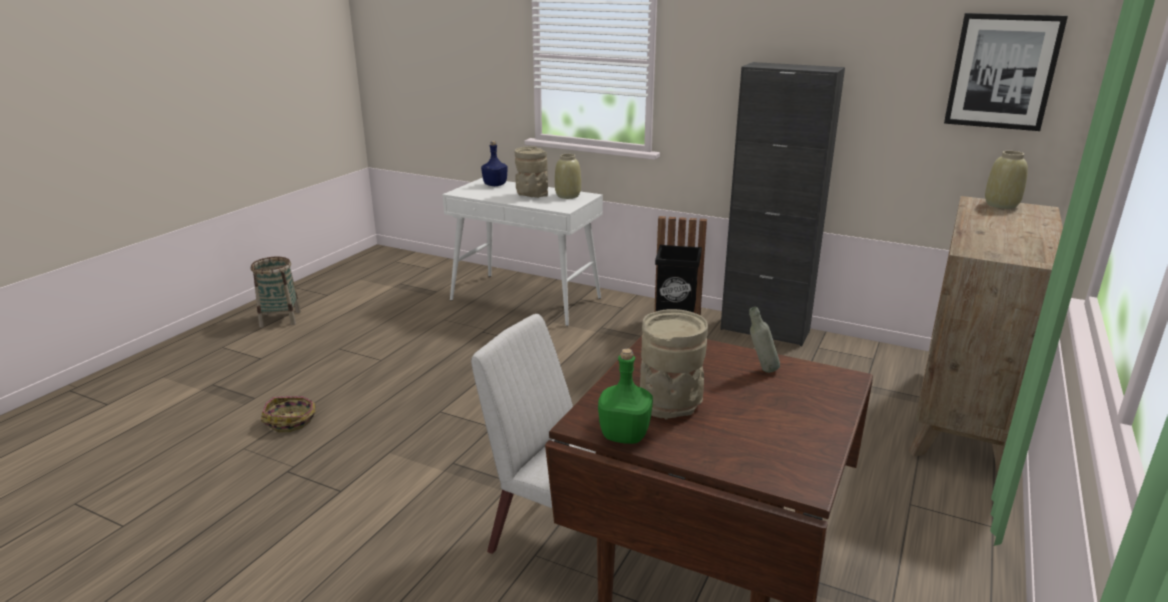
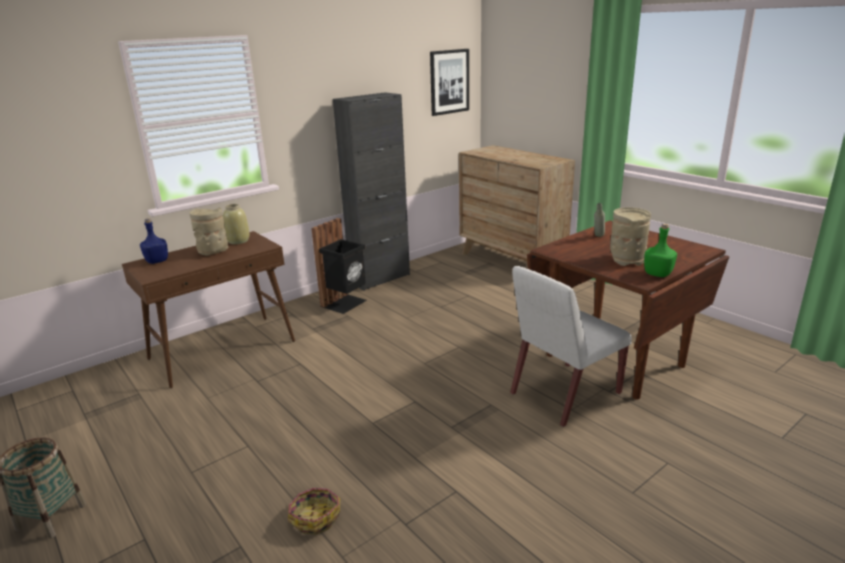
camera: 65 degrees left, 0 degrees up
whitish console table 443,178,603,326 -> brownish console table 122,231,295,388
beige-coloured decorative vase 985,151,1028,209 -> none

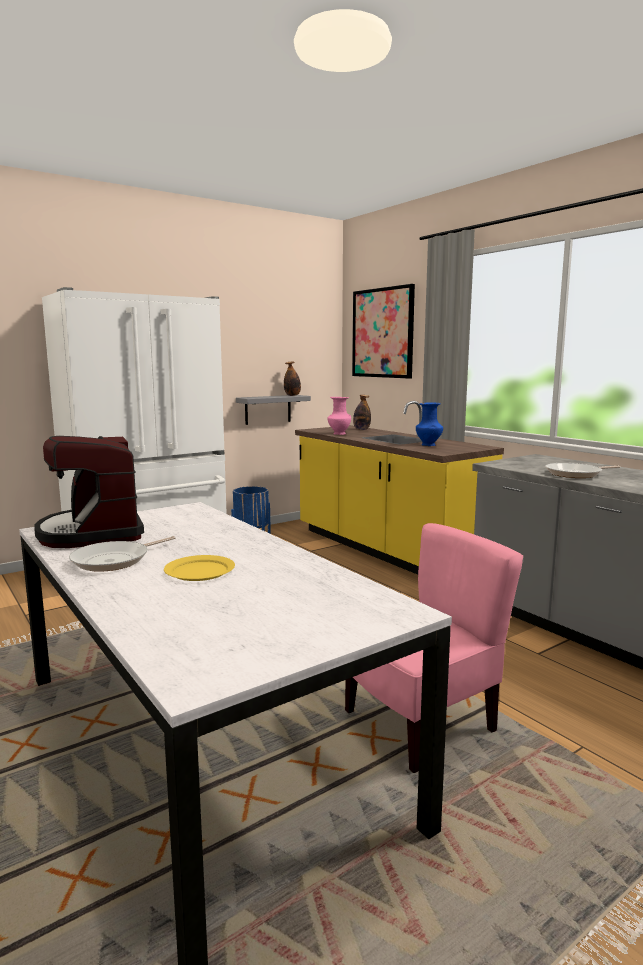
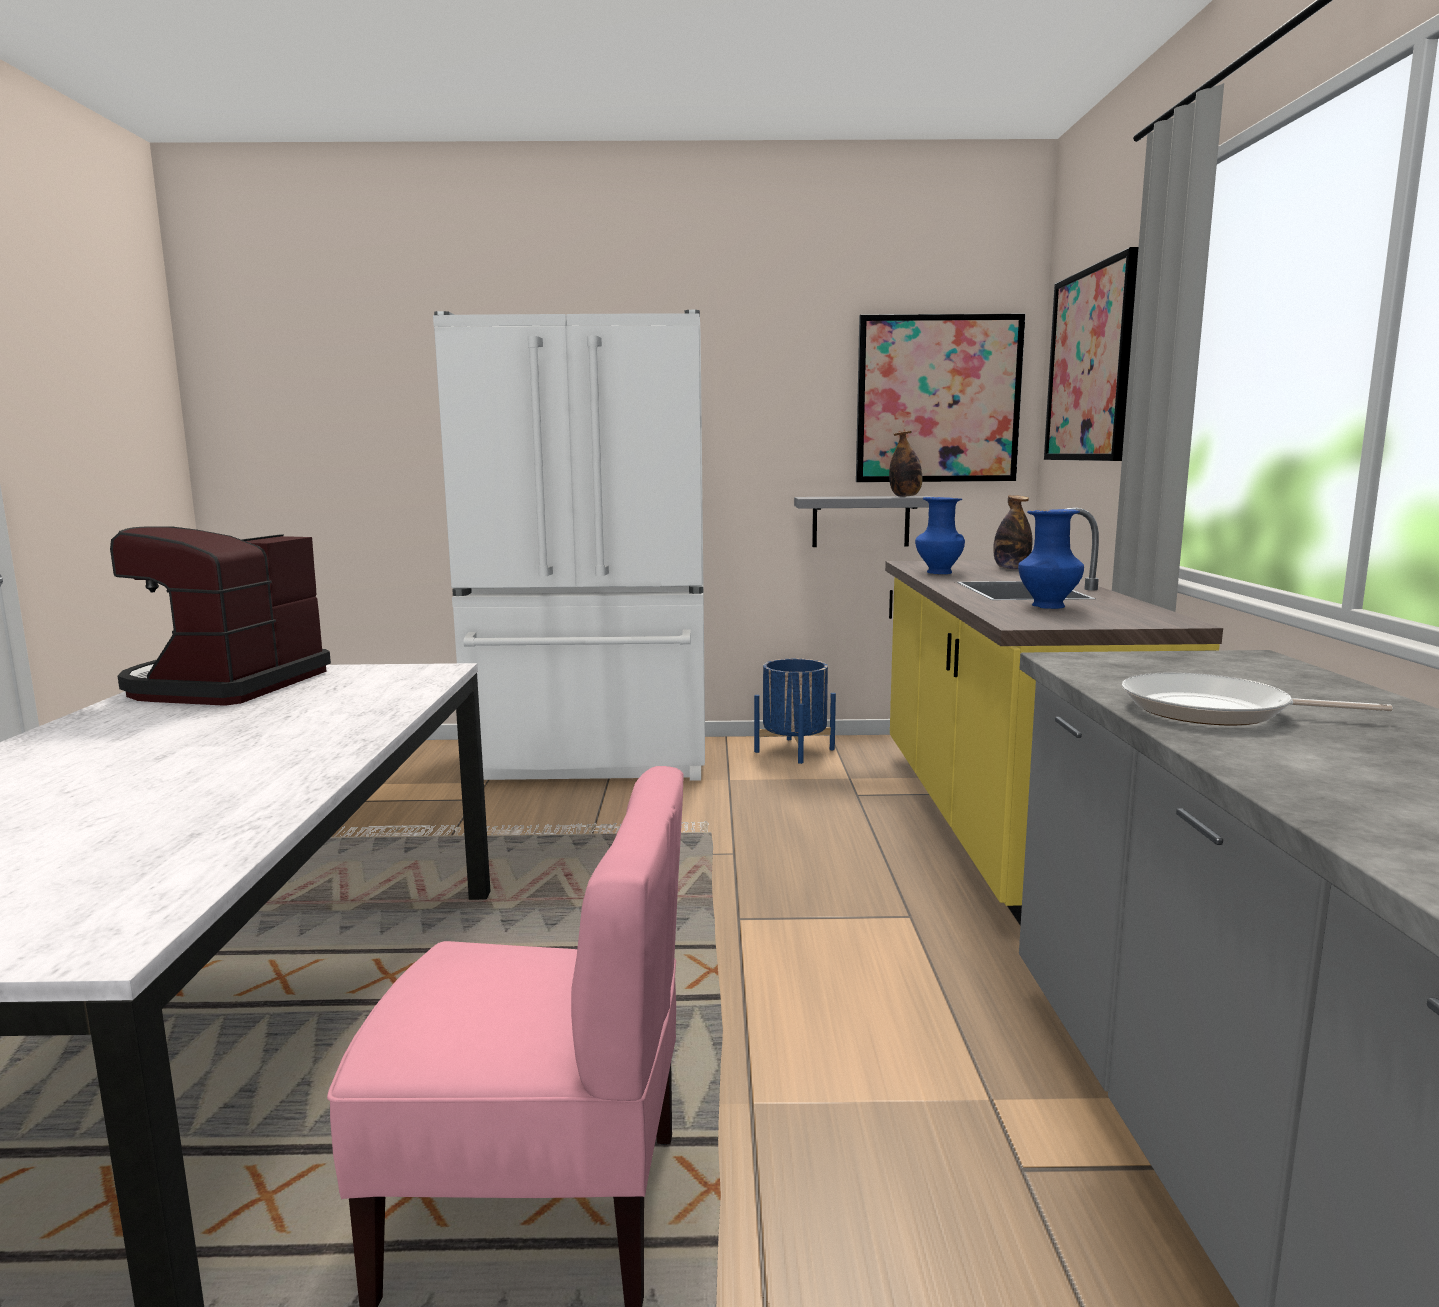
camera: 35 degrees right, 0 degrees up
skillet 69,536,176,572 -> none
yellow dinner plate 164,555,235,581 -> none
pink decorative vase 327,397,351,435 -> blue-coloured decorative vase 915,497,965,574
none -> wall art 856,313,1025,482

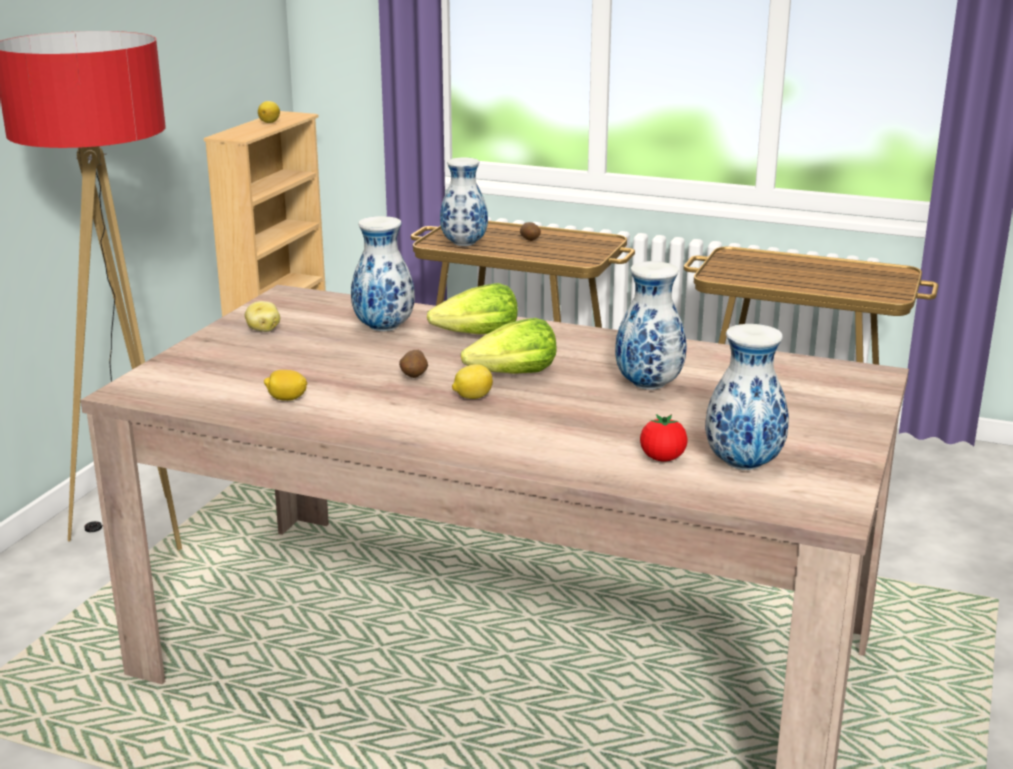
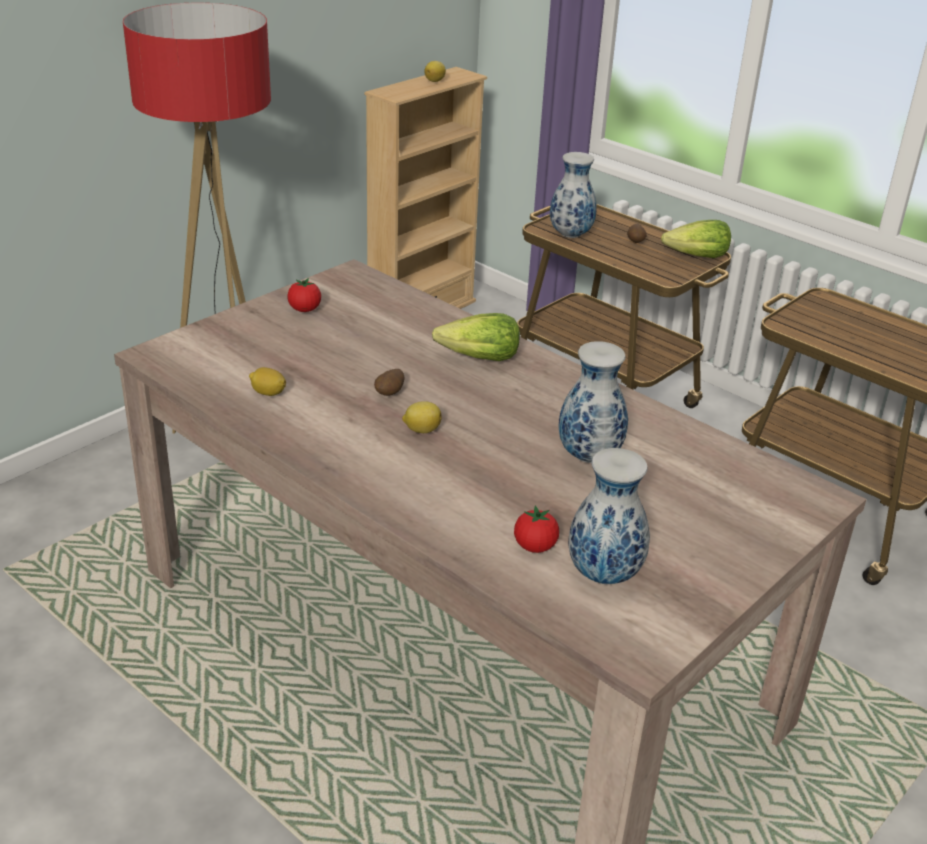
camera: 20 degrees right, 10 degrees up
potato 245,301,280,332 -> tomato 287,278,321,312
decorative vase 351,216,415,332 -> none
lettuce head 461,318,557,374 -> lettuce head 661,220,731,258, move

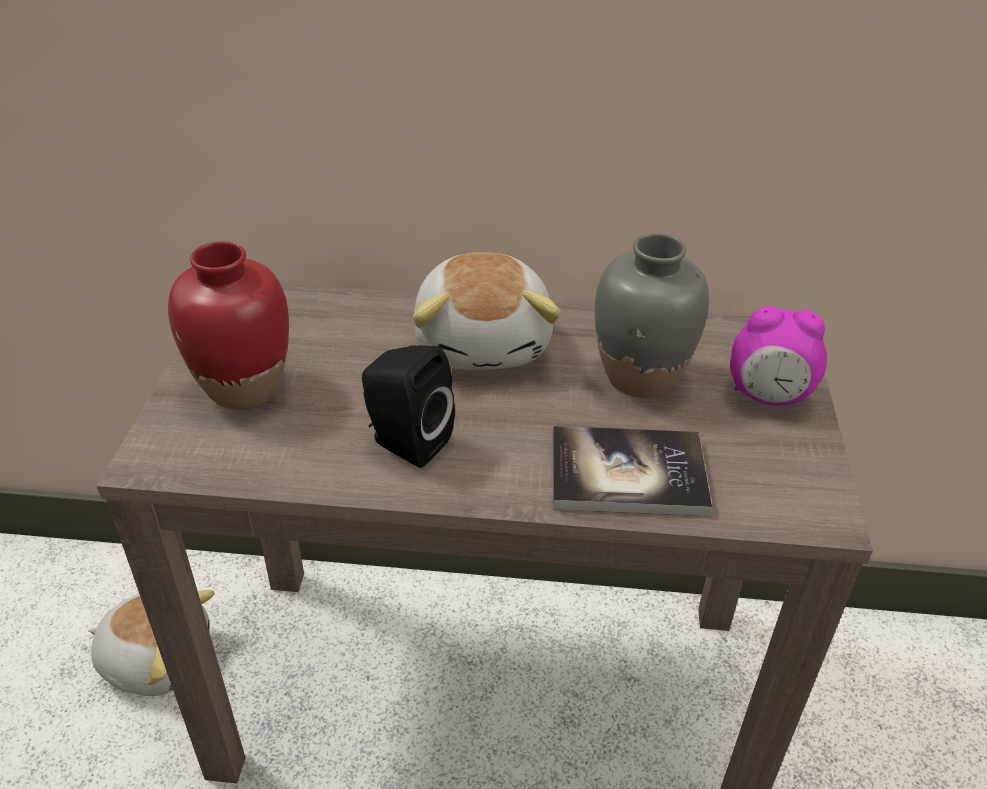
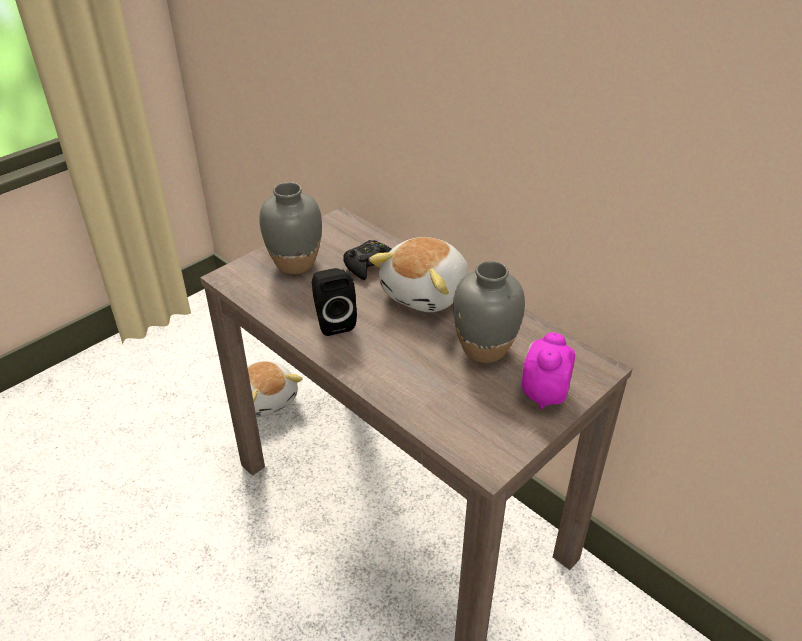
camera: 40 degrees right, 0 degrees up
red-coloured decorative vase 168,241,289,410 -> grey decorative vase 259,182,322,274
bound book 553,426,712,516 -> none
table clock 730,306,827,406 -> table clock 521,332,575,409, 60 degrees clockwise
none -> black-coloured gamepad 343,240,391,280

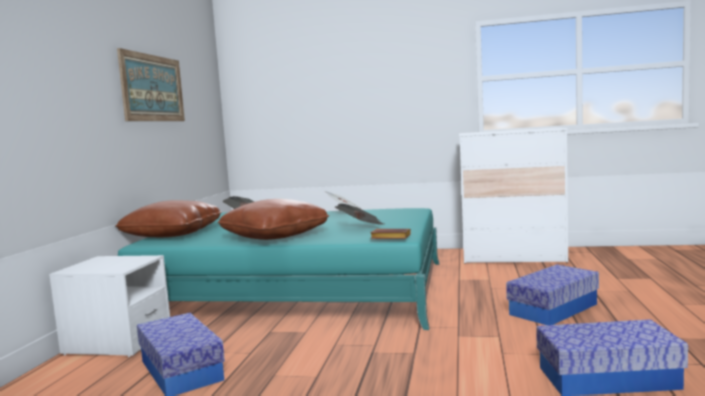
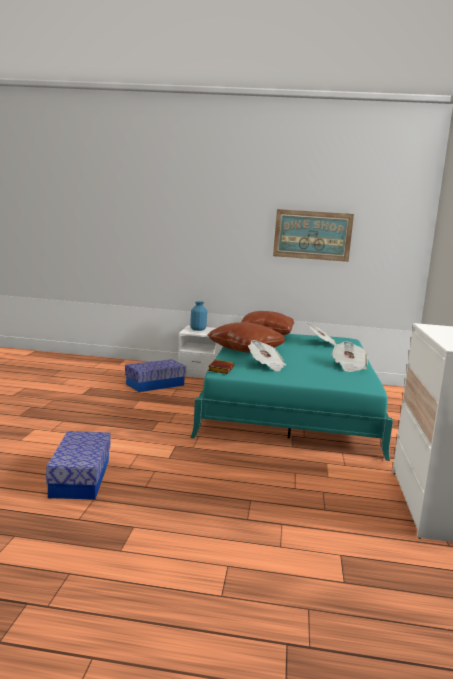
camera: 85 degrees right, 5 degrees up
storage bin 506,265,599,325 -> none
none -> blue-coloured decorative vase 190,301,207,331

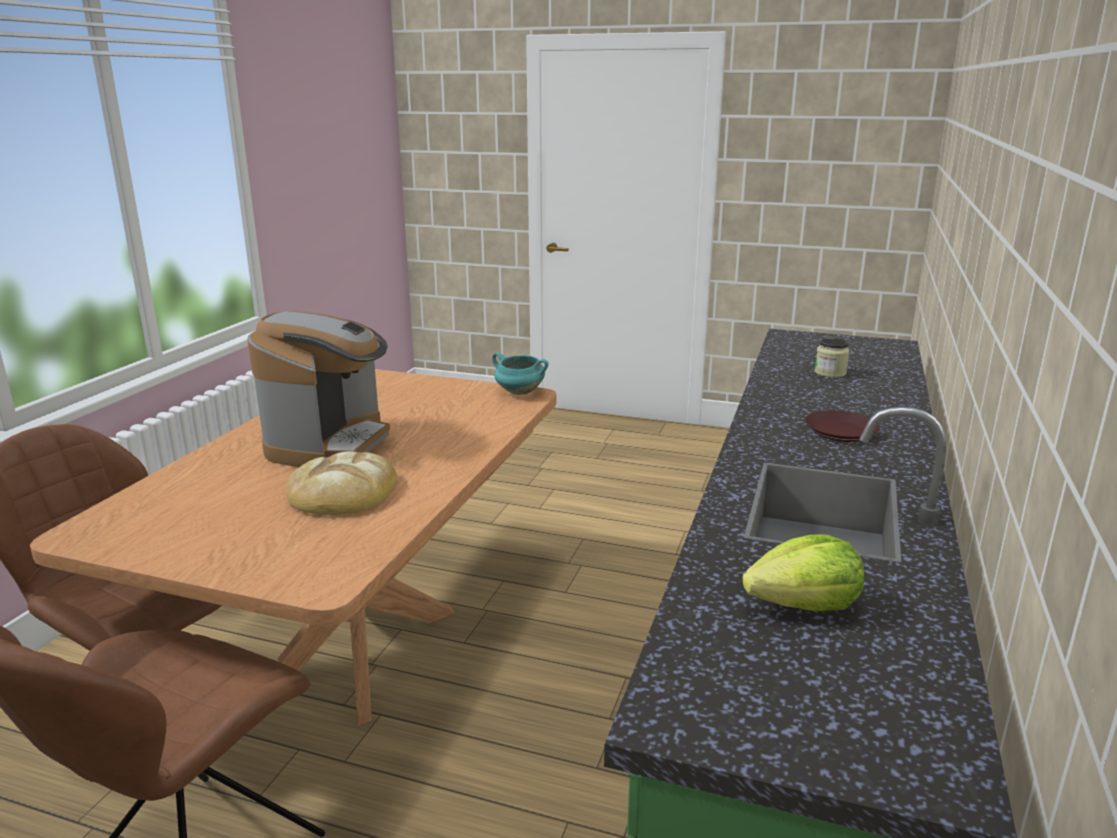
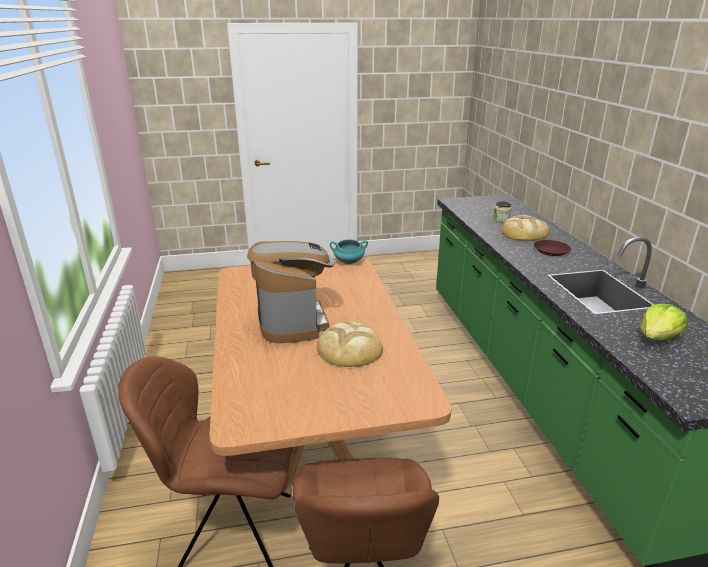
camera: 30 degrees left, 5 degrees up
none -> baked bread 501,215,550,241

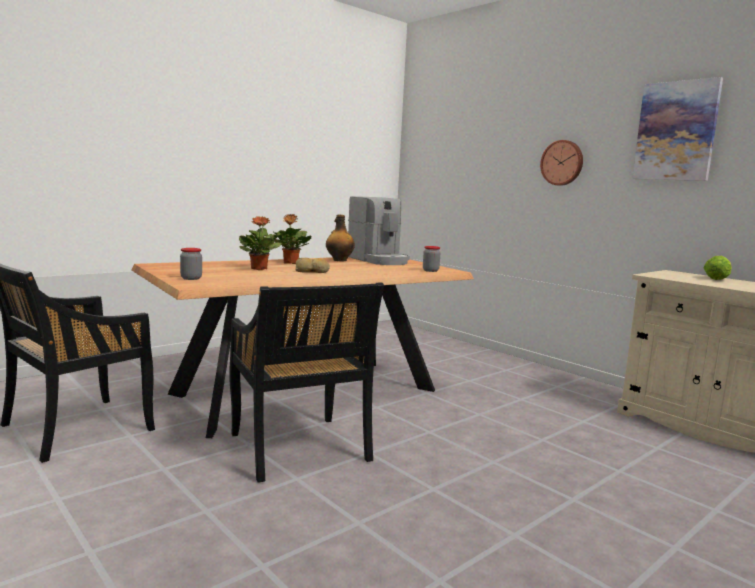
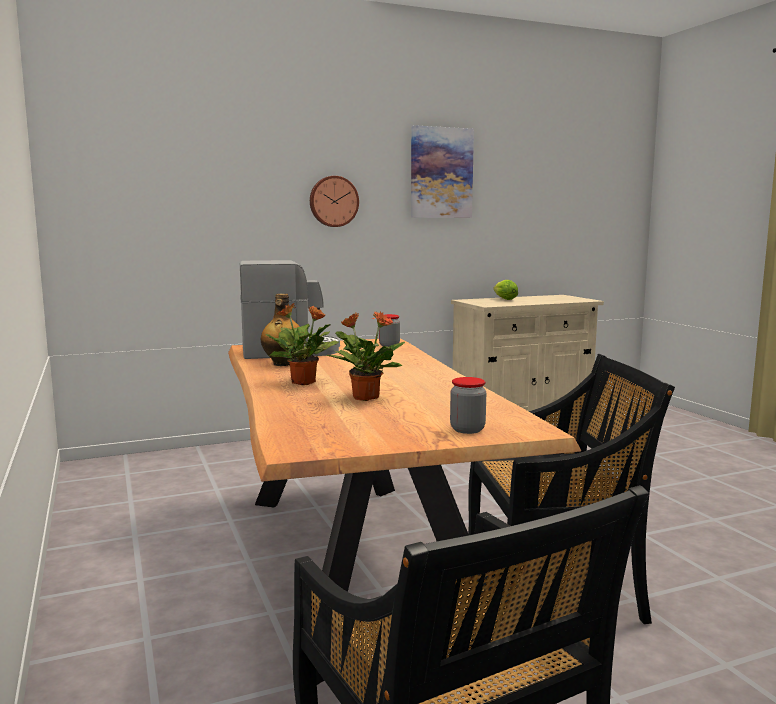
camera: 70 degrees left, 0 degrees up
baked bread 295,258,330,273 -> none

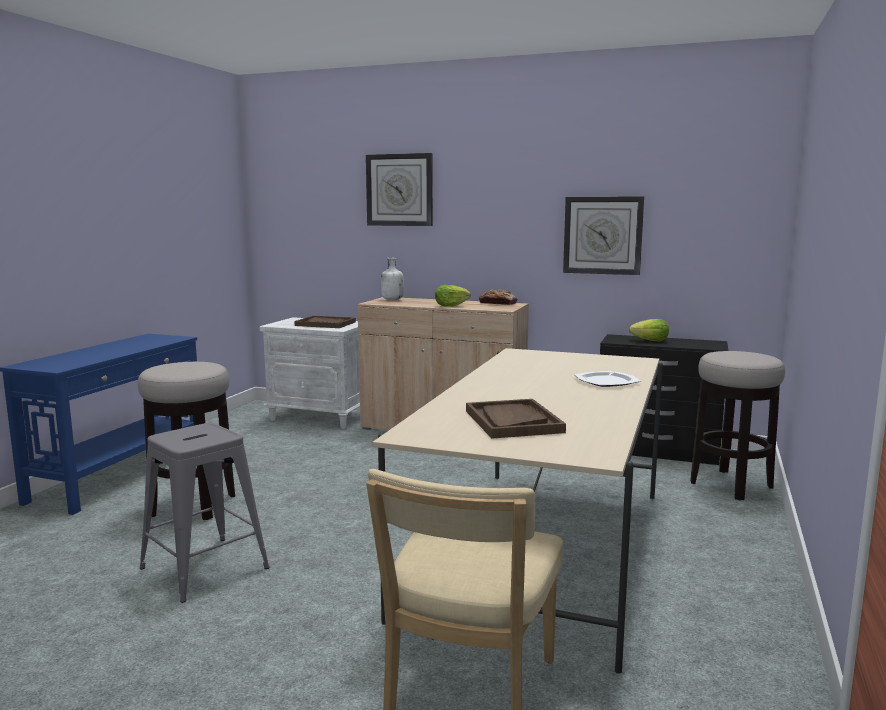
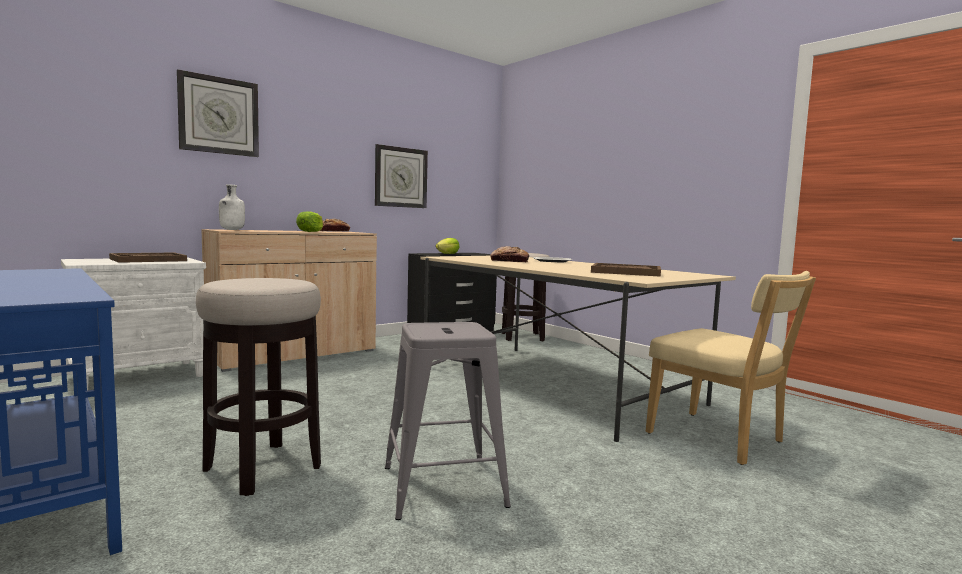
camera: 60 degrees left, 5 degrees down
none -> baked bread 490,246,529,262

